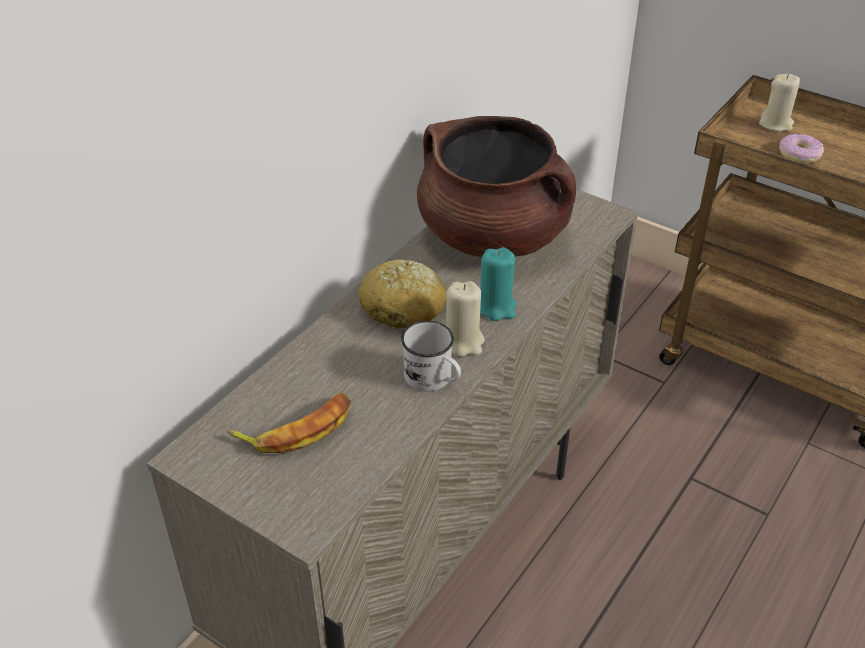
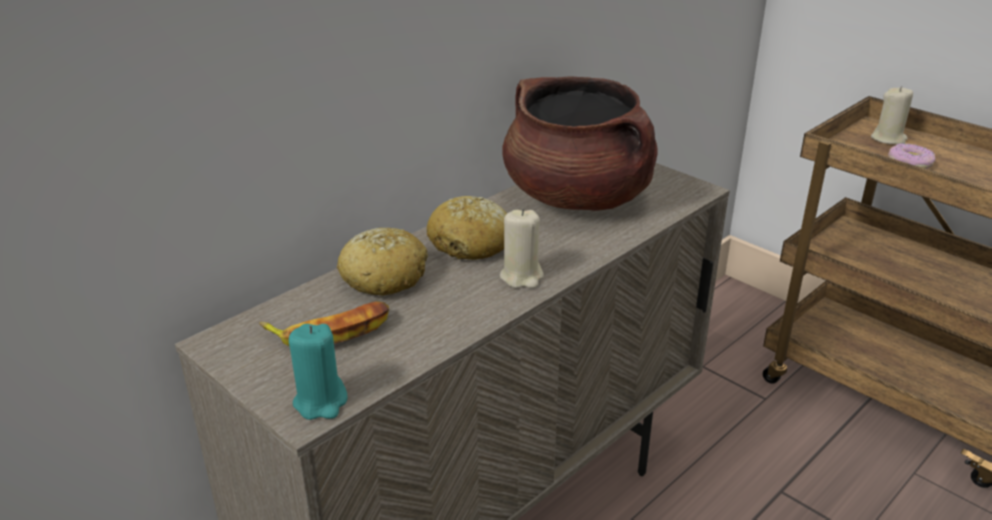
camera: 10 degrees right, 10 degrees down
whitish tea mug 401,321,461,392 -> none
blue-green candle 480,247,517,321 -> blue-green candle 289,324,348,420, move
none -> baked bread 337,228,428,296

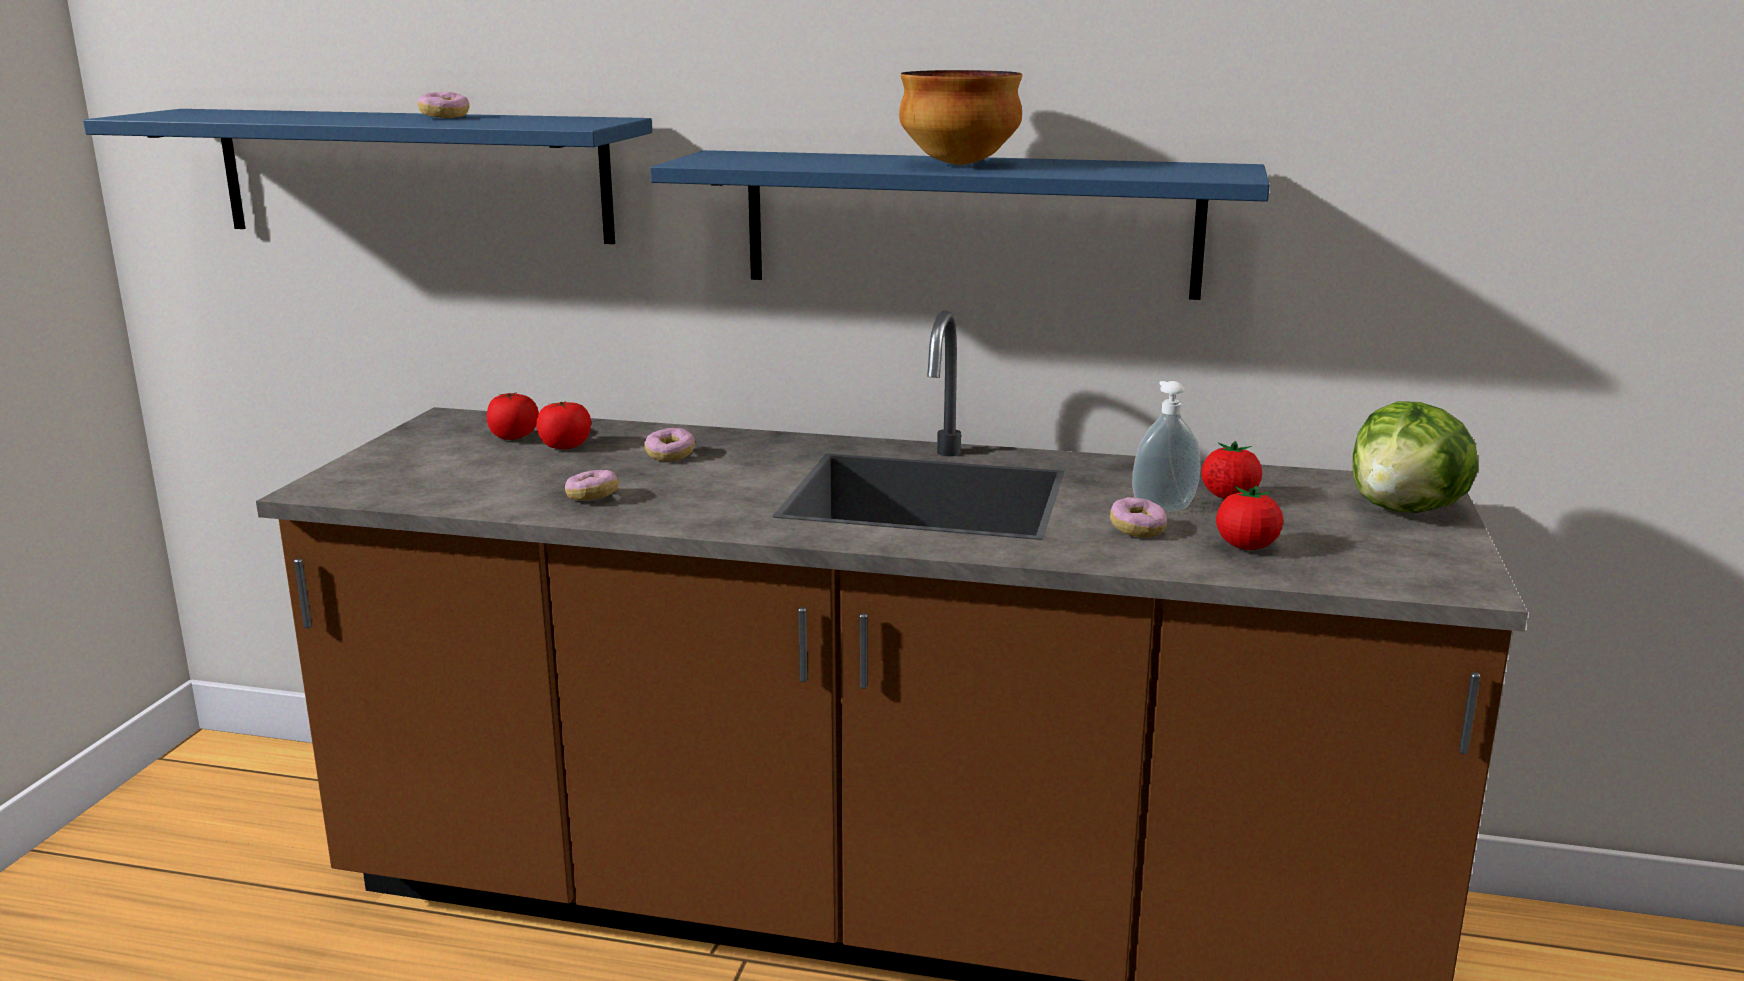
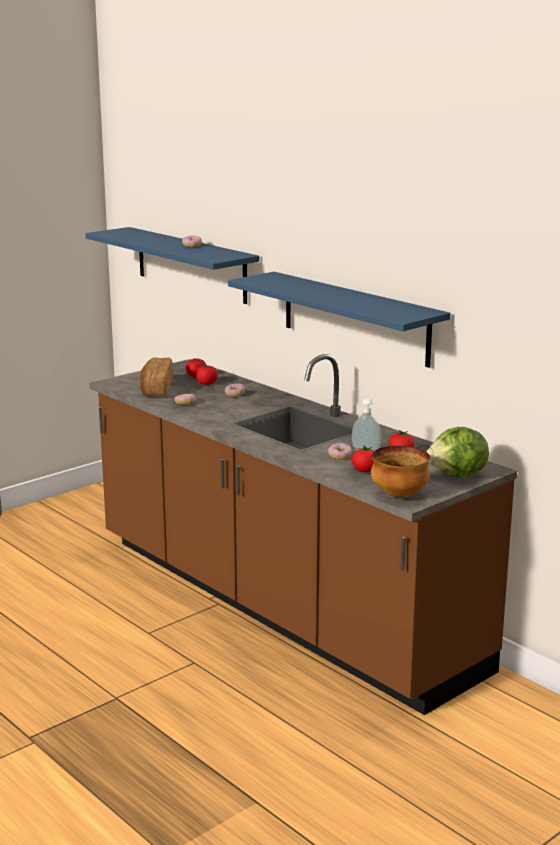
camera: 35 degrees right, 0 degrees up
deep dish 899,70,1022,165 -> deep dish 371,446,430,497, move
none -> baked bread 140,357,173,397

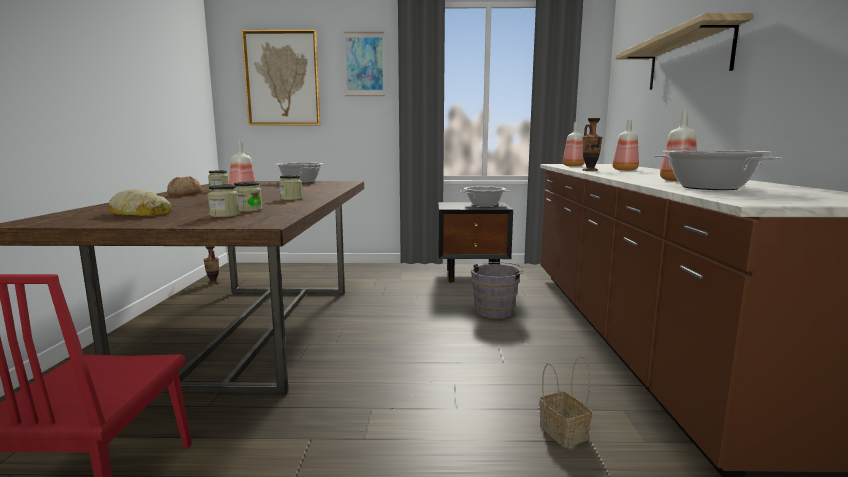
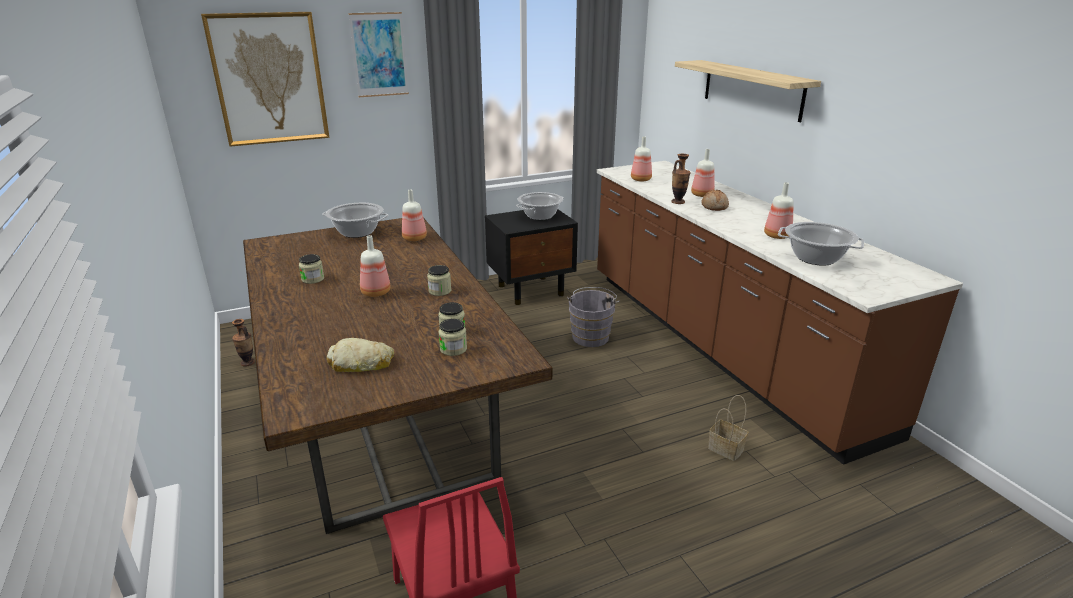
camera: 25 degrees left, 15 degrees up
baked bread 167,176,202,196 -> baked bread 701,190,729,211, move
none -> bottle 402,190,427,241

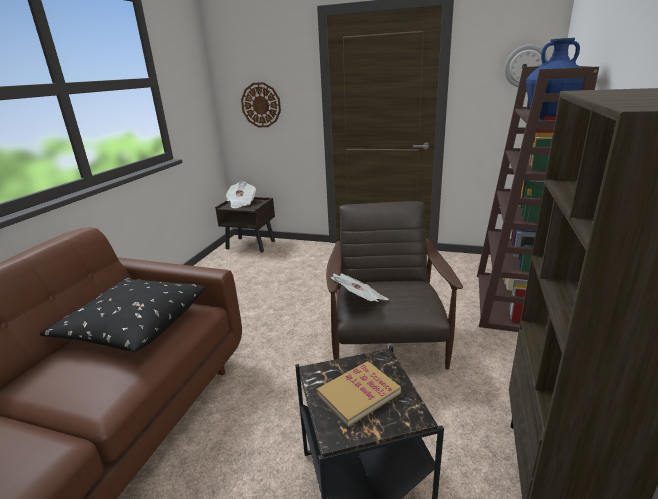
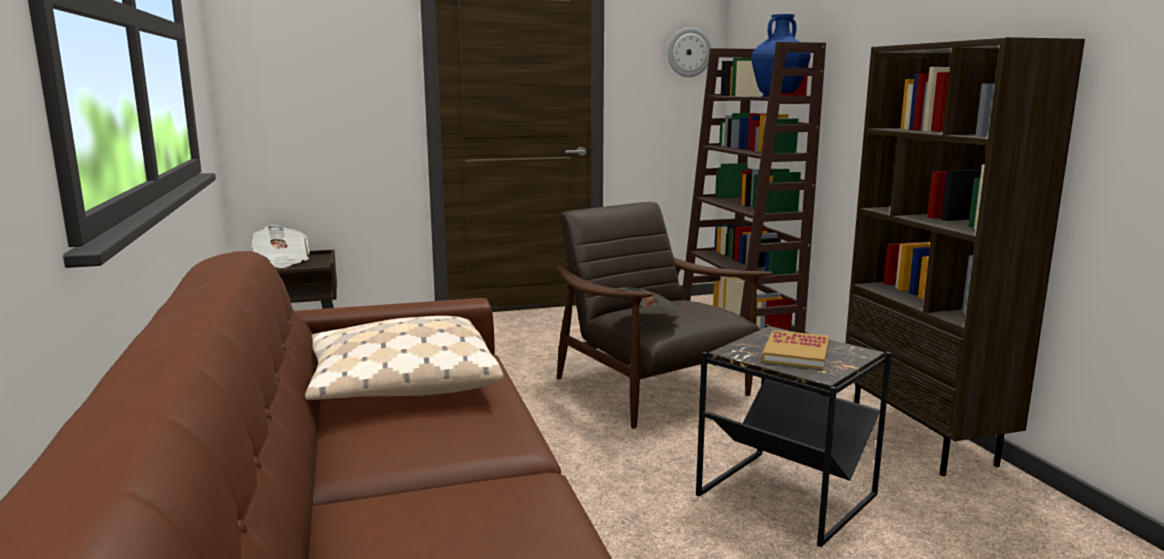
camera: 35 degrees left, 10 degrees down
black-coloured pillow 40,278,205,352 -> beige-coloured pillow 305,316,504,400
wall clock 241,82,281,127 -> none

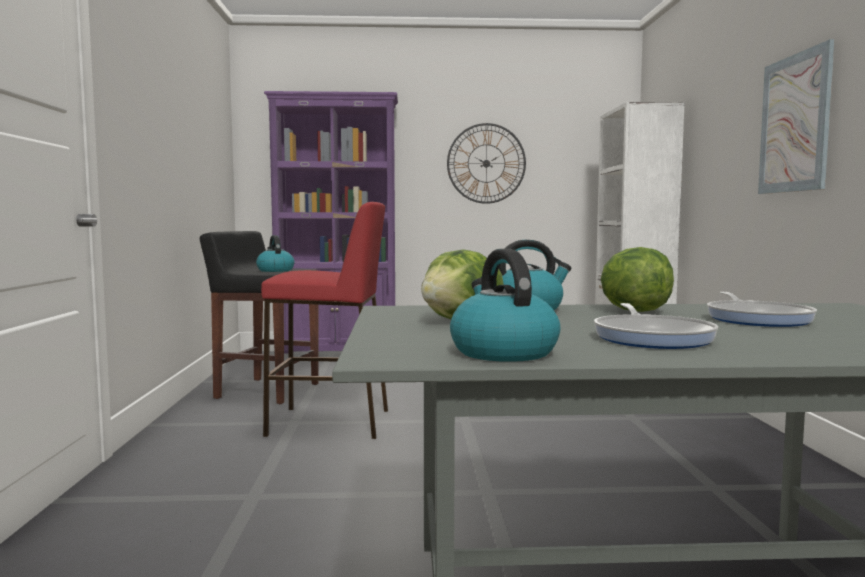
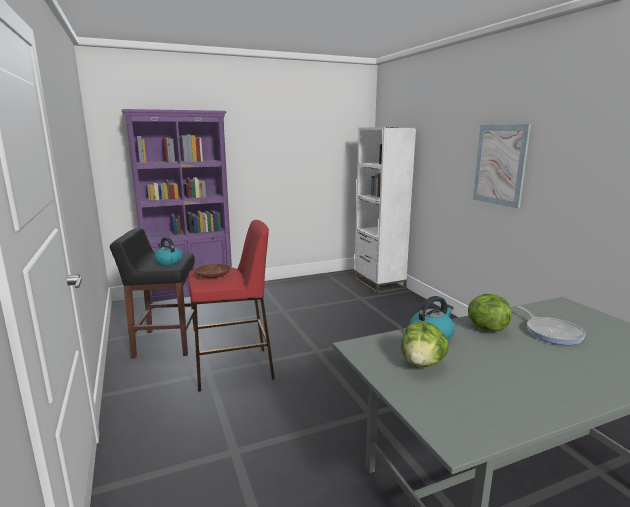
camera: 20 degrees left, 10 degrees up
wall clock 447,123,526,204 -> none
tea kettle 450,249,560,362 -> none
skillet 594,303,718,349 -> none
none -> brownish dinner plate 195,264,230,278

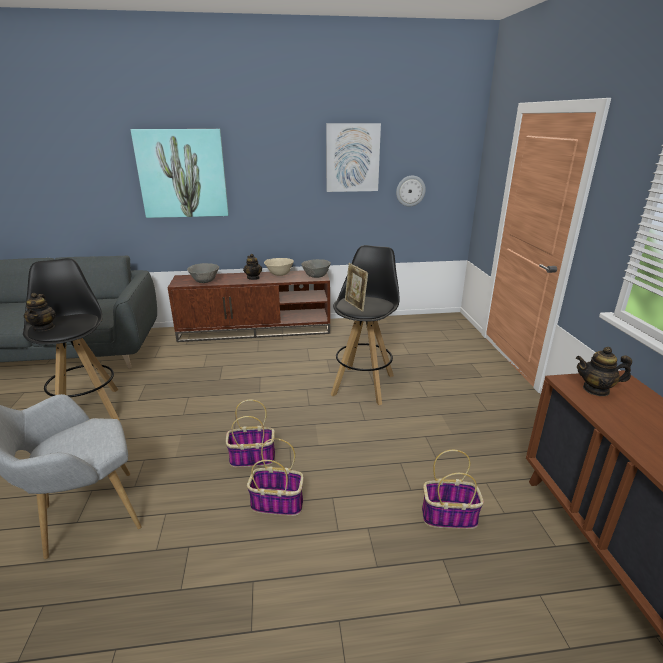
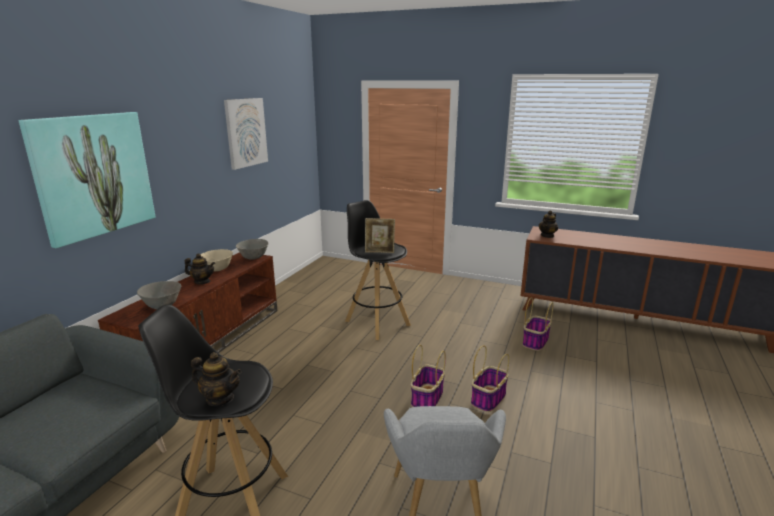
camera: 60 degrees left, 5 degrees down
wall clock 396,176,426,207 -> none

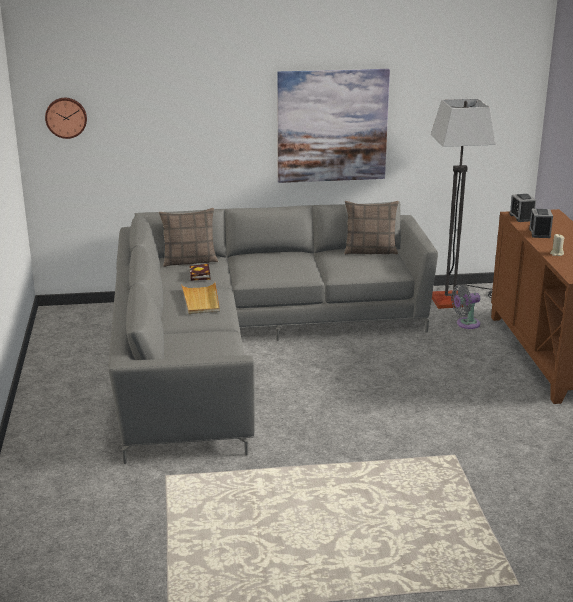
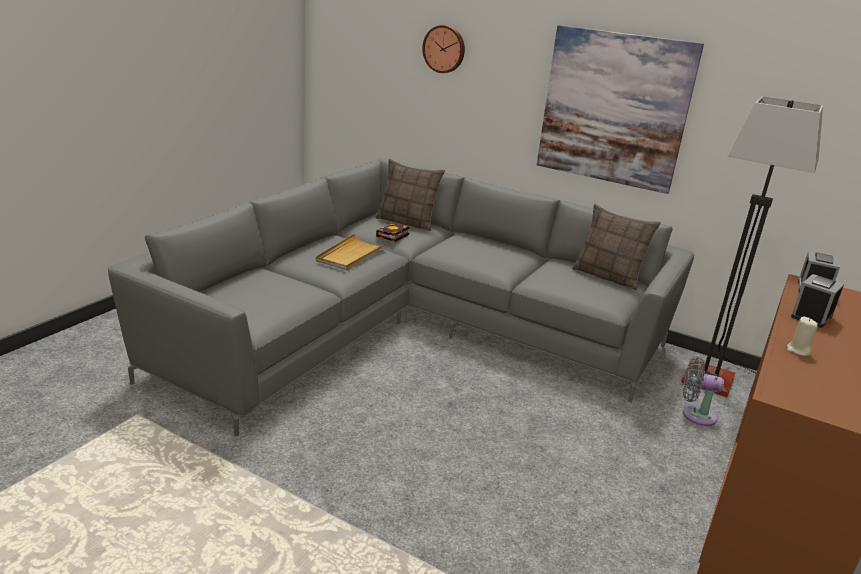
camera: 35 degrees right, 0 degrees up
wall clock 45,98,87,139 -> wall clock 422,25,465,73, move

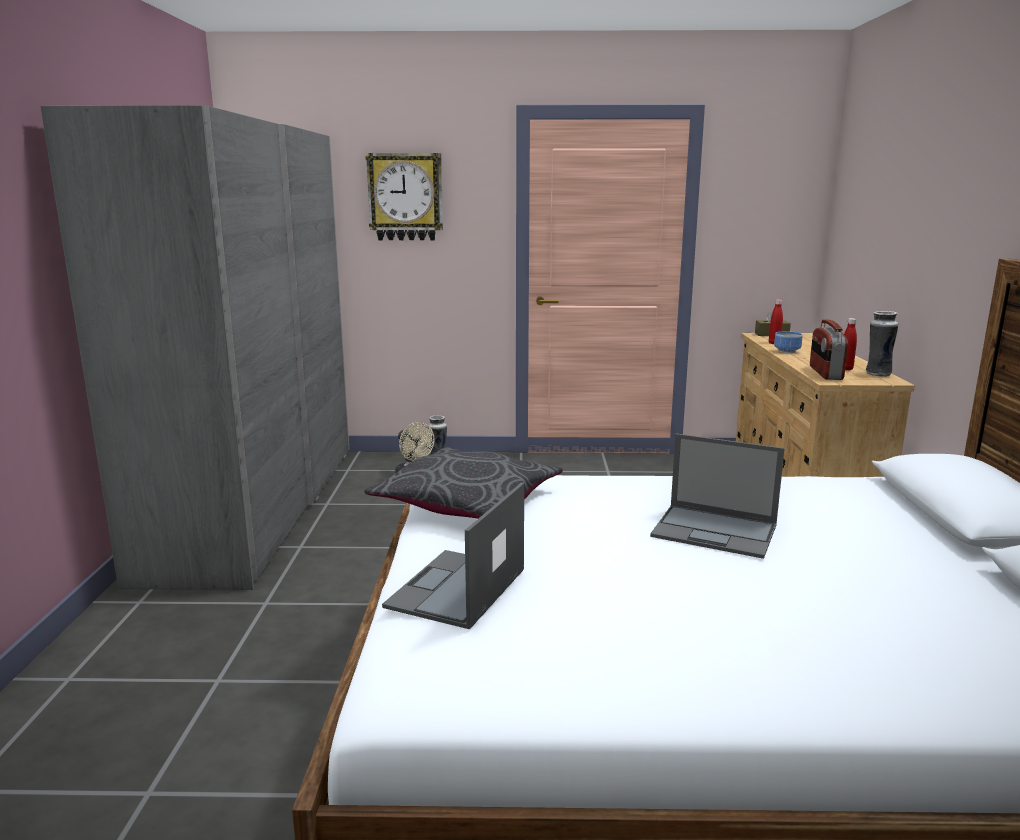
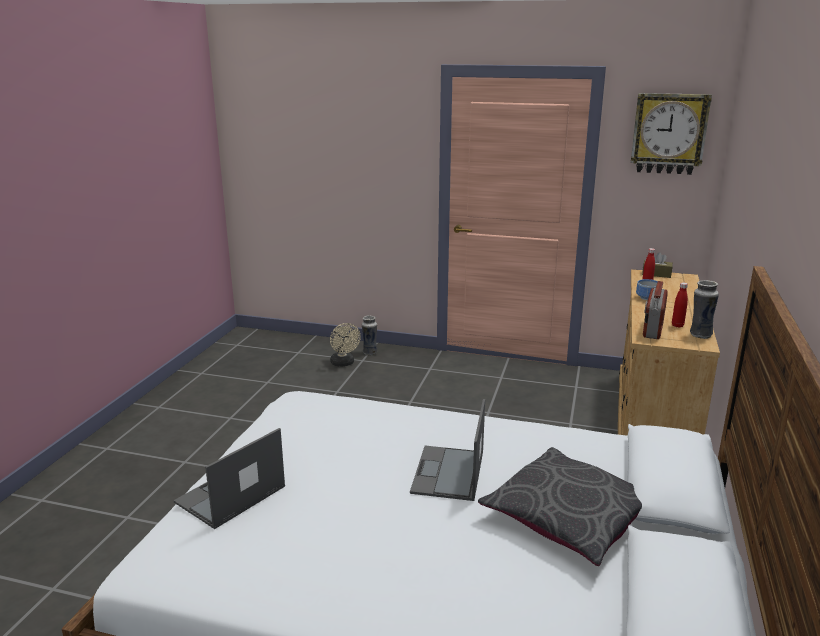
camera: 15 degrees right, 5 degrees up
grey wardrobe 40,105,349,590 -> none
grey pillow 364,447,563,519 -> grey pillow 478,447,642,566, move
wall clock 366,153,443,240 -> wall clock 631,93,712,175, move
laptop 650,433,785,559 -> laptop 410,399,485,501, 60 degrees clockwise

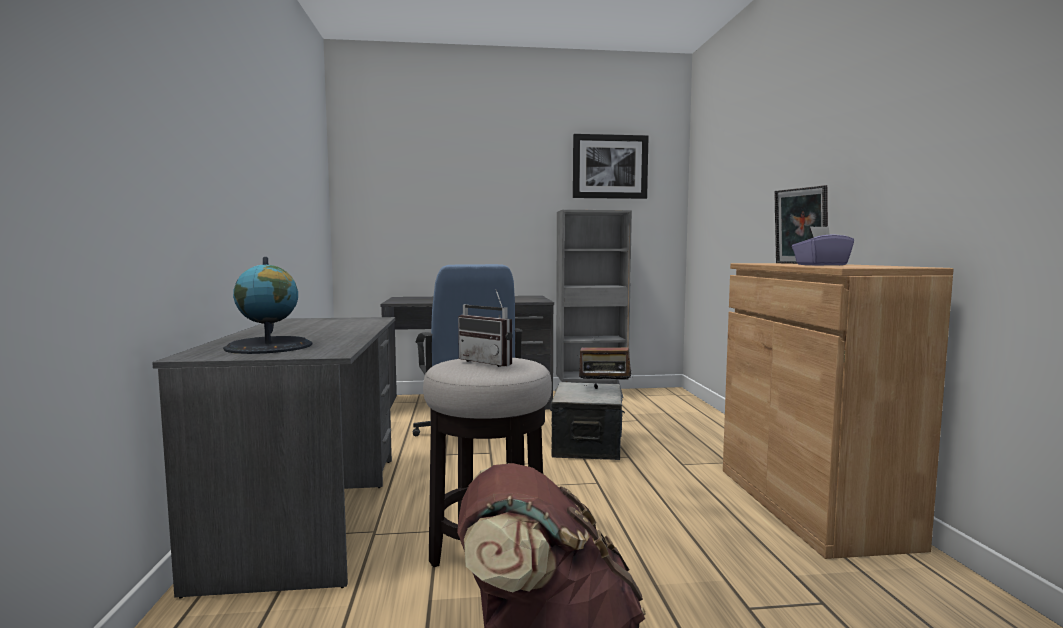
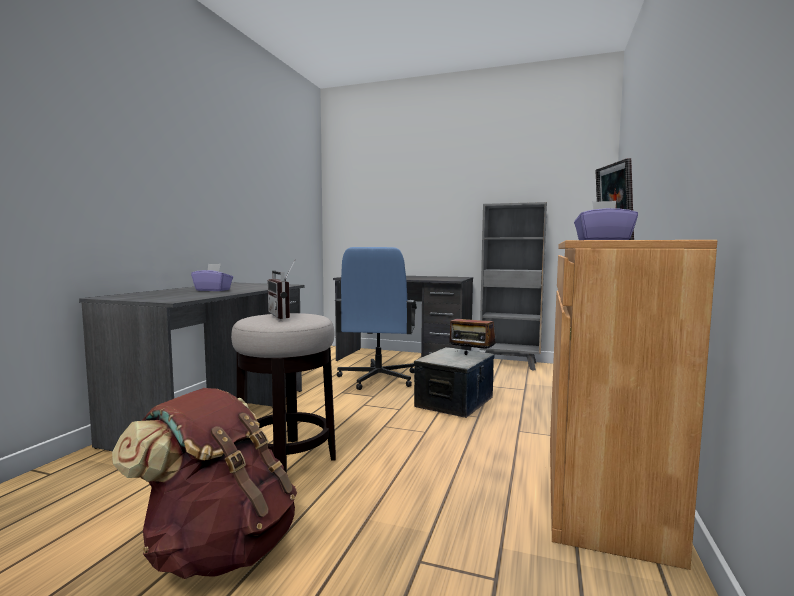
camera: 25 degrees right, 0 degrees up
world globe 223,257,312,354 -> none
wall art 573,134,649,199 -> none
none -> purple-coloured tissue holder 191,264,233,291

